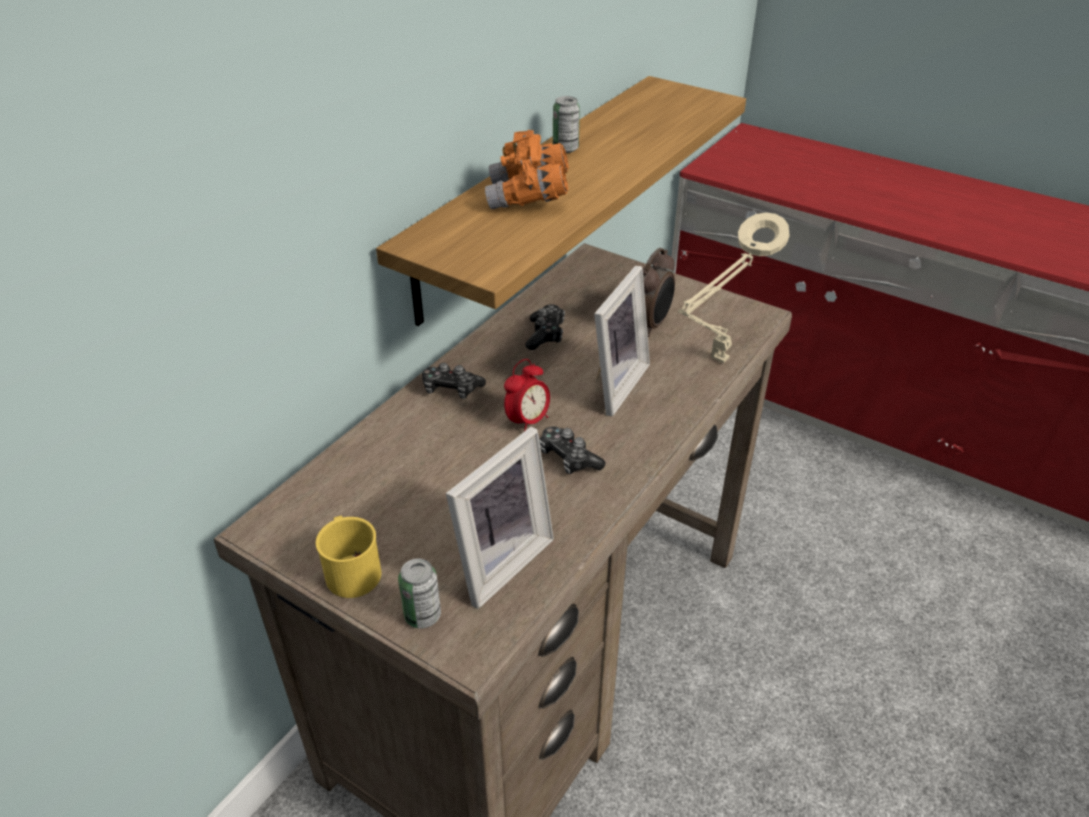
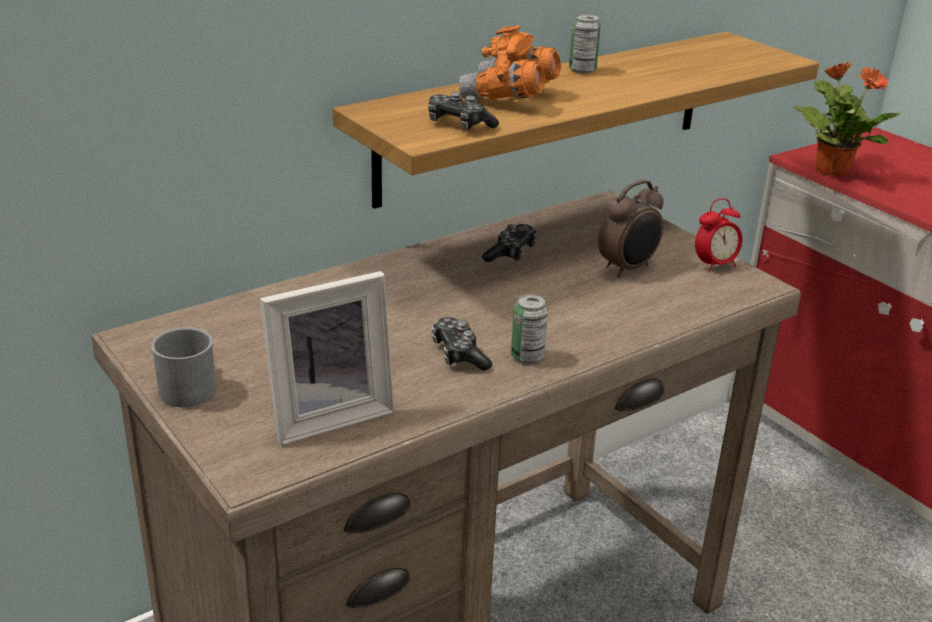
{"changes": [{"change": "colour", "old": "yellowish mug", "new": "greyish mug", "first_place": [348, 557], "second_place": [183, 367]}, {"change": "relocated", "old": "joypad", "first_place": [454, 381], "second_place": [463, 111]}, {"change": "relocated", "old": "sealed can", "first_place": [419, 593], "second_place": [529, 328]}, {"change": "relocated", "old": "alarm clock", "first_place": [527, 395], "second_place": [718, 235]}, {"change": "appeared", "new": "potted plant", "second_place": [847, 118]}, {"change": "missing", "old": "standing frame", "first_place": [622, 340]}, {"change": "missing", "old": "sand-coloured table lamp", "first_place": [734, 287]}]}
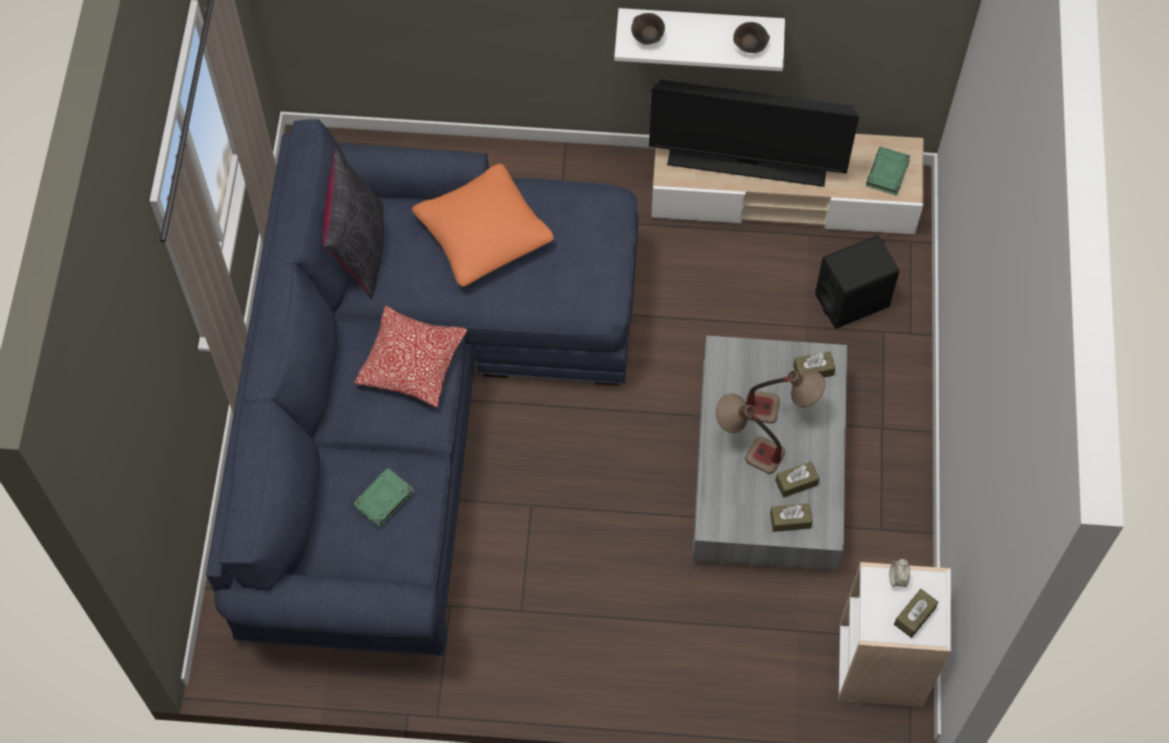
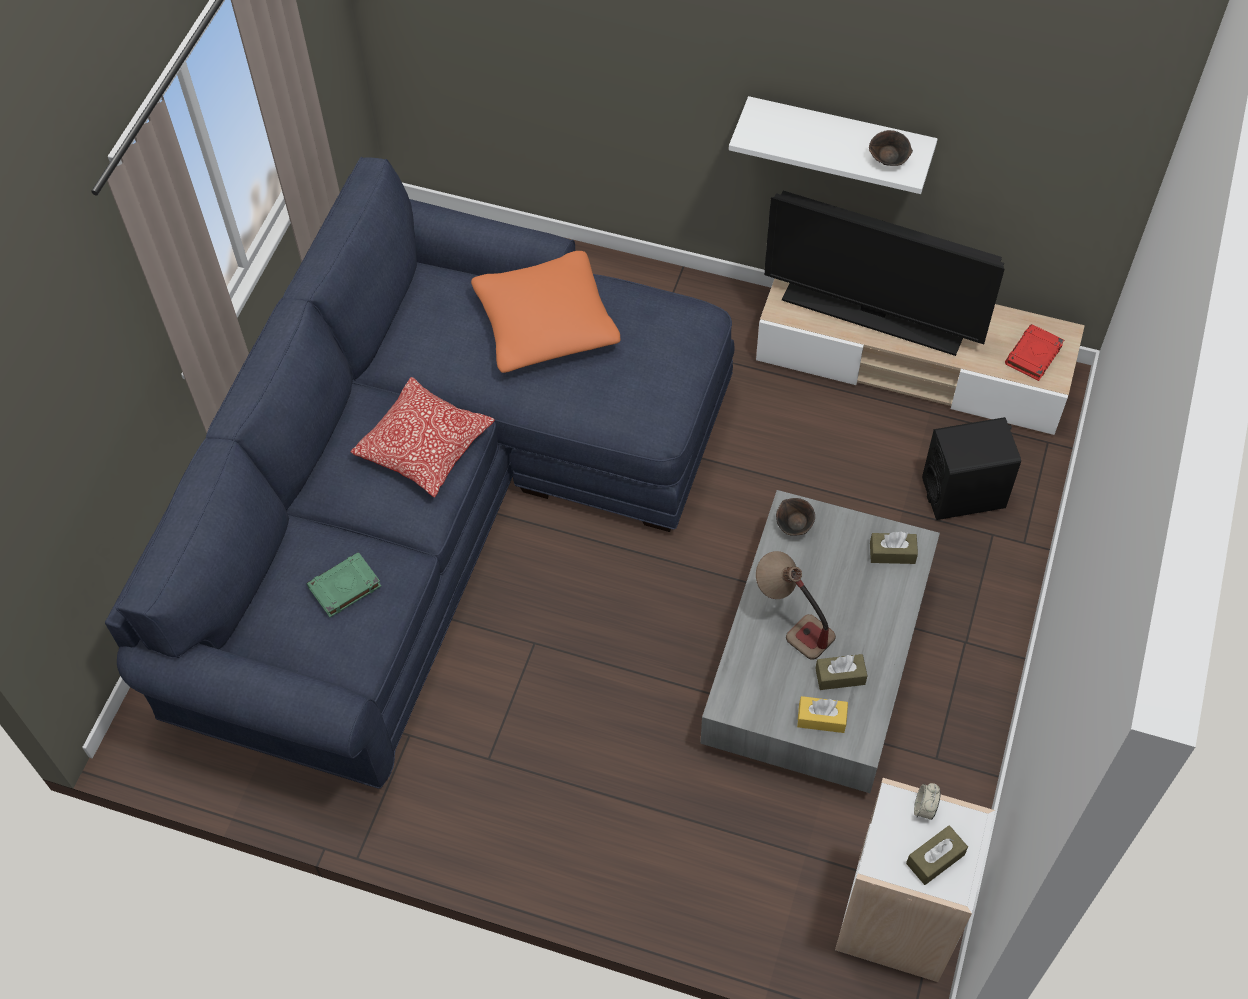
{"changes": [{"change": "relocated", "old": "brownish deep dish", "first_place": [648, 29], "second_place": [795, 517]}, {"change": "colour", "old": "brownish tissue box", "new": "yellowish tissue box", "first_place": [791, 517], "second_place": [822, 714]}, {"change": "colour", "old": "green bound book", "new": "red bound book", "first_place": [888, 171], "second_place": [1034, 352]}, {"change": "missing", "old": "black throw pillow", "first_place": [353, 223]}, {"change": "missing", "old": "table lamp", "first_place": [785, 397]}]}
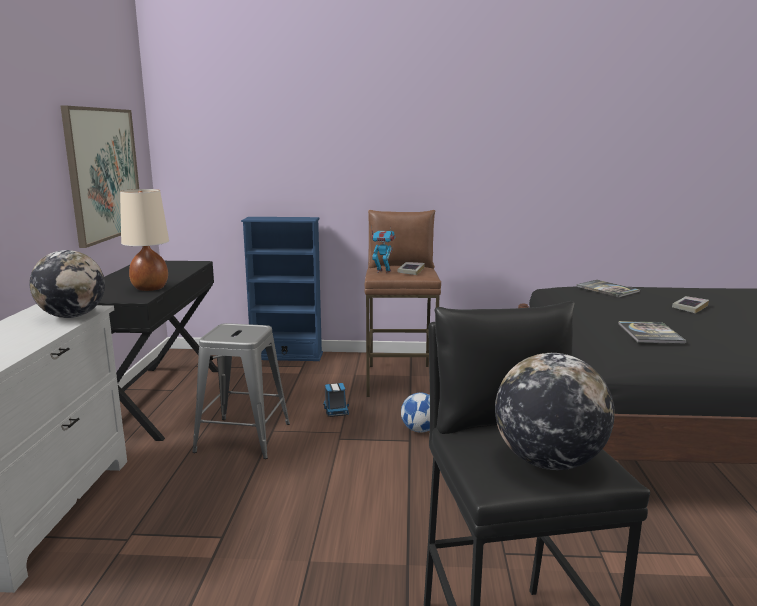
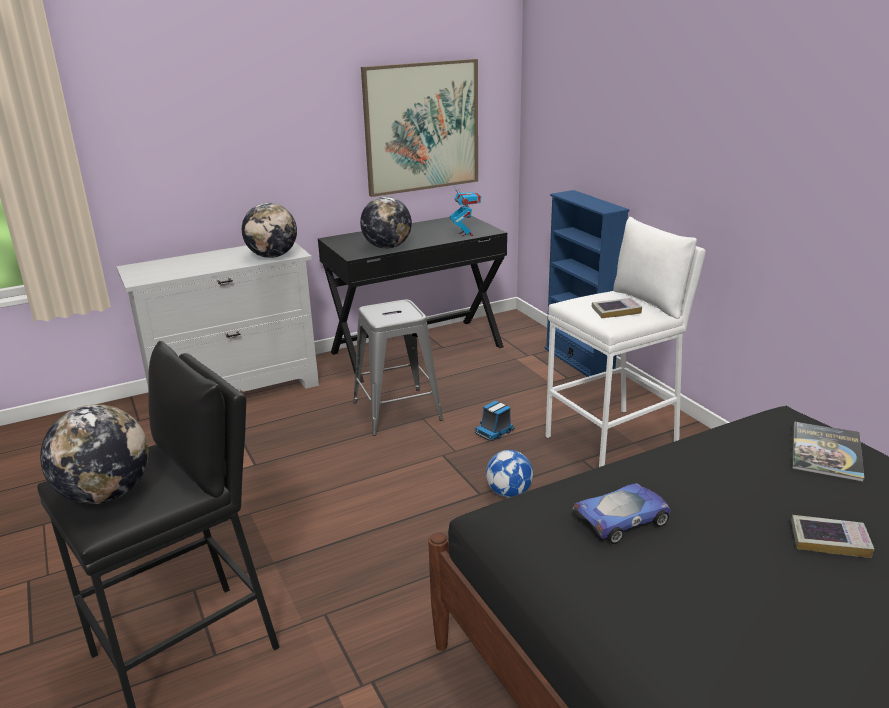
{"changes": [{"change": "exchanged", "old": "sand-coloured table lamp", "new": "globe", "first_place": [144, 240], "second_place": [386, 222]}, {"change": "relocated", "old": "toy robot", "first_place": [383, 249], "second_place": [466, 210]}, {"change": "colour", "old": "brownish stool", "new": "whitish stool", "first_place": [403, 303], "second_place": [625, 342]}, {"change": "exchanged", "old": "bound book", "new": "model car", "first_place": [652, 332], "second_place": [621, 513]}]}
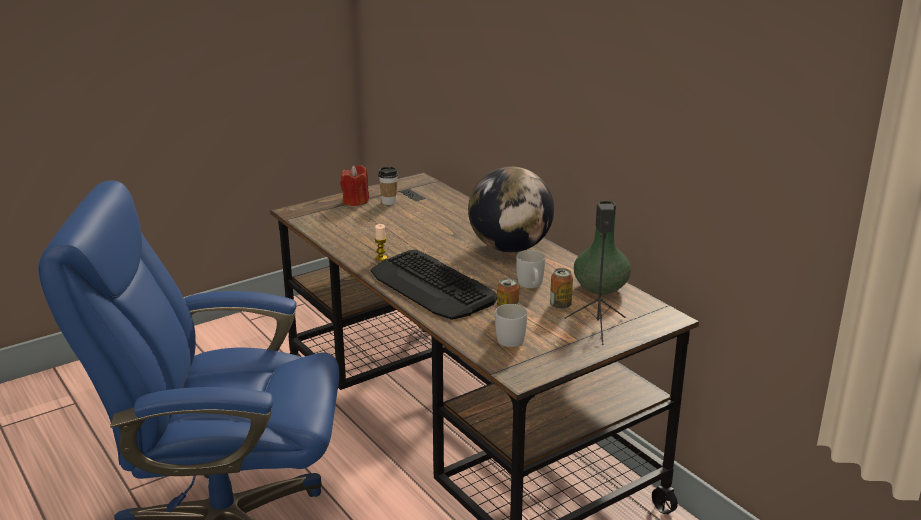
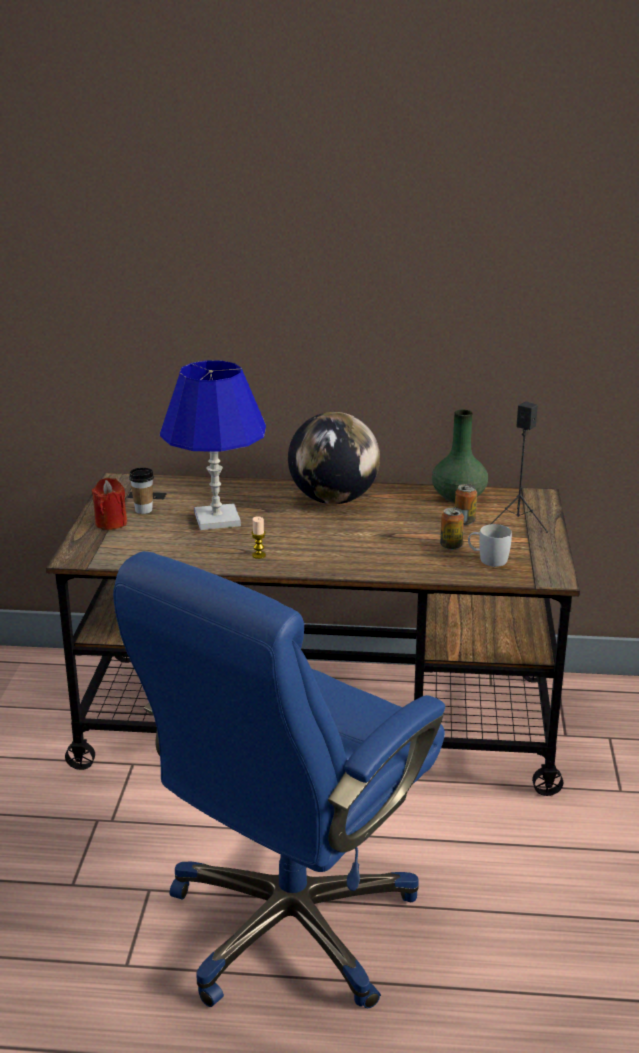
{"changes": [{"change": "appeared", "new": "blue table lamp", "second_place": [213, 445]}, {"change": "missing", "old": "PC keyboard", "first_place": [433, 285]}, {"change": "missing", "old": "whitish mug", "first_place": [530, 269]}]}
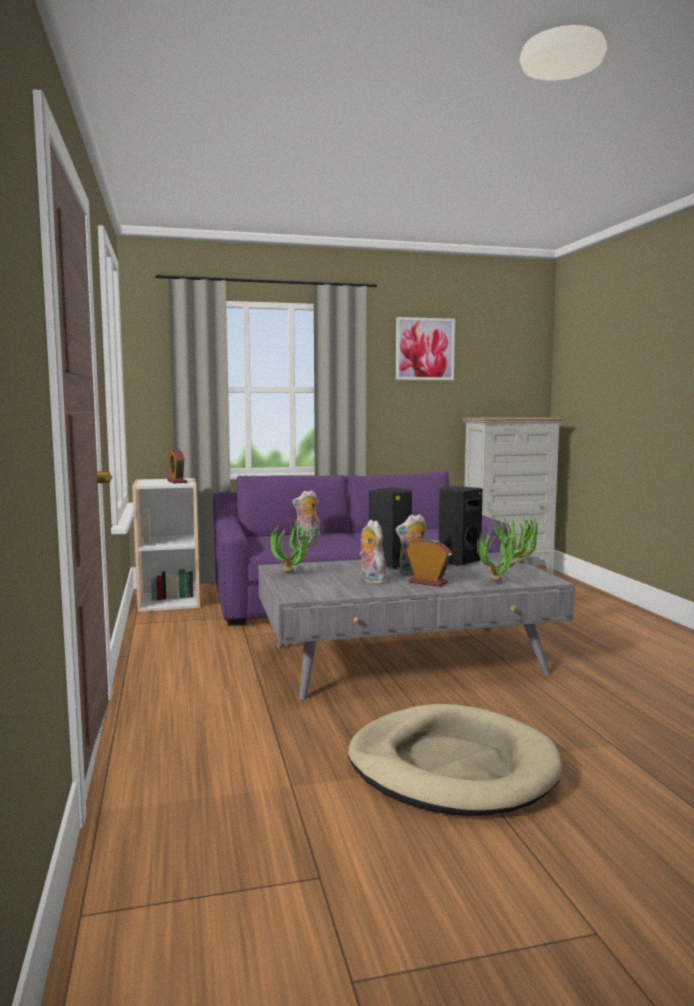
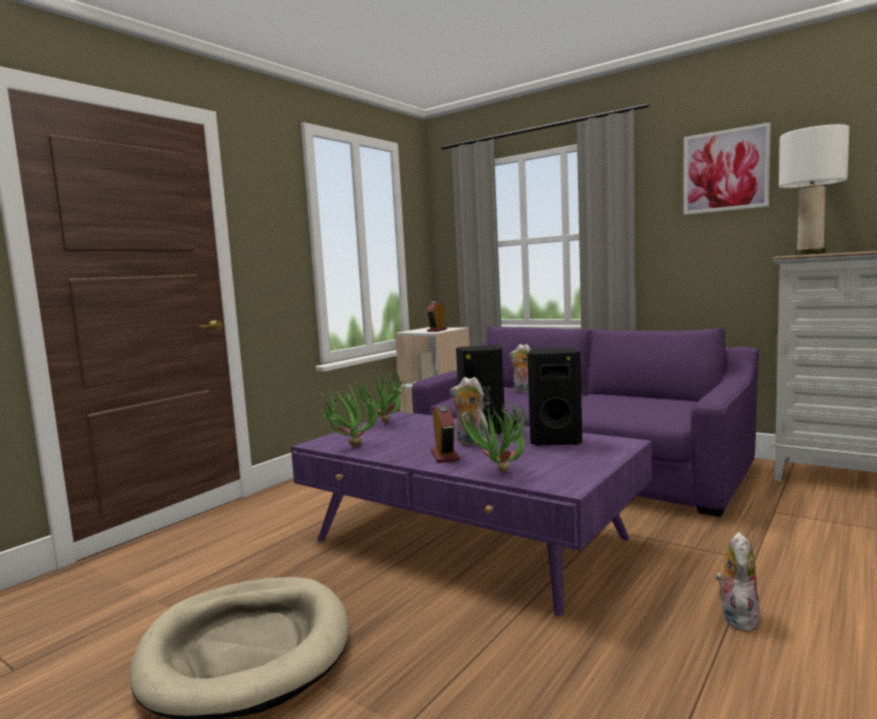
{"changes": [{"change": "colour", "old": "greyish coffee table", "new": "purple coffee table", "first_place": [416, 626], "second_place": [471, 514]}, {"change": "relocated", "old": "potted plant", "first_place": [515, 538], "second_place": [349, 414]}, {"change": "relocated", "old": "plush toy", "first_place": [374, 552], "second_place": [738, 582]}, {"change": "appeared", "new": "whitish table lamp", "second_place": [814, 189]}]}
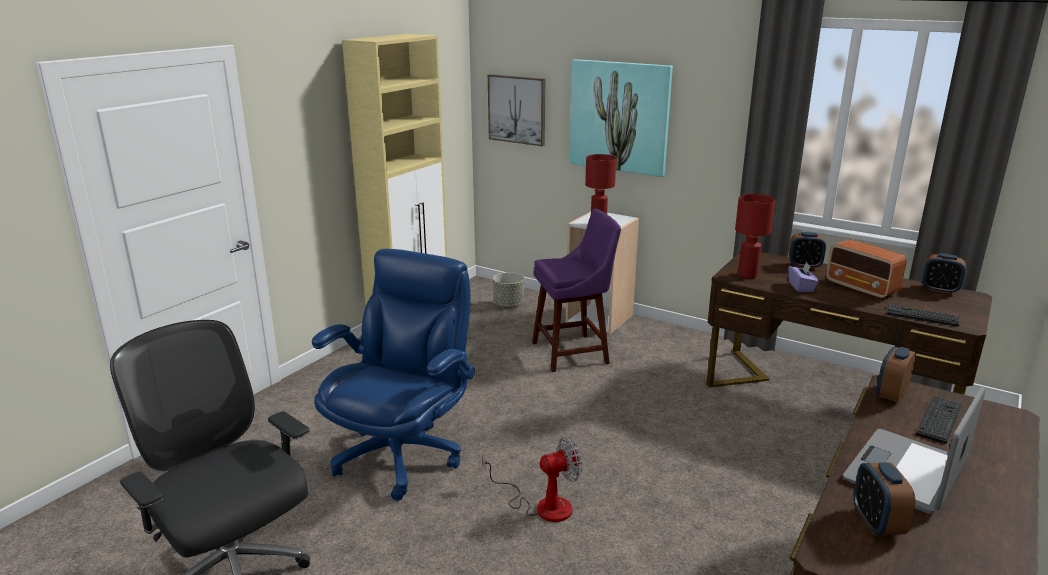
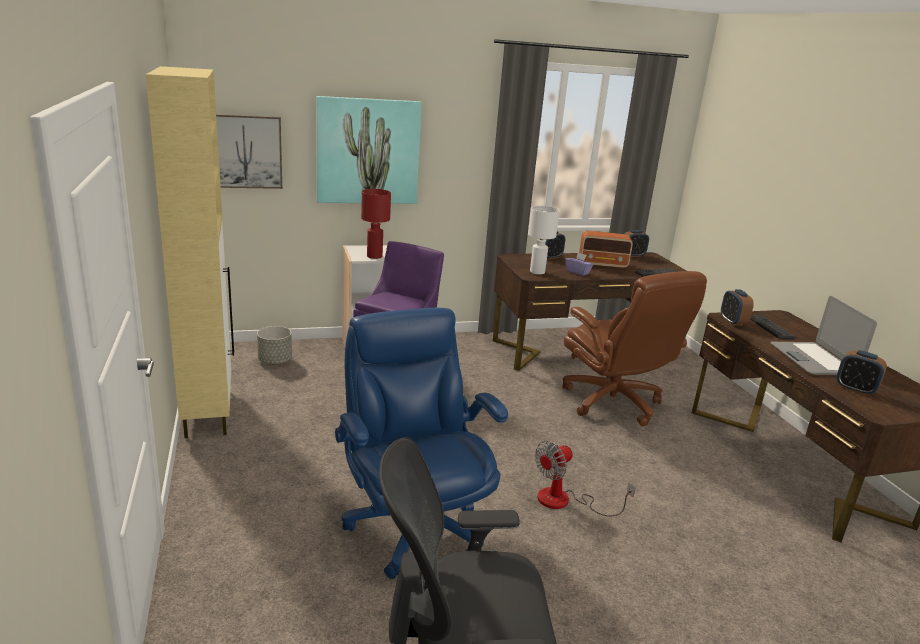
{"changes": [{"change": "colour", "old": "red table lamp", "new": "whitish table lamp", "first_place": [755, 236], "second_place": [544, 240]}, {"change": "spun", "old": "fan", "first_place": [532, 479], "second_place": [585, 478], "degrees": -150}, {"change": "appeared", "new": "brownish office chair", "second_place": [635, 348]}]}
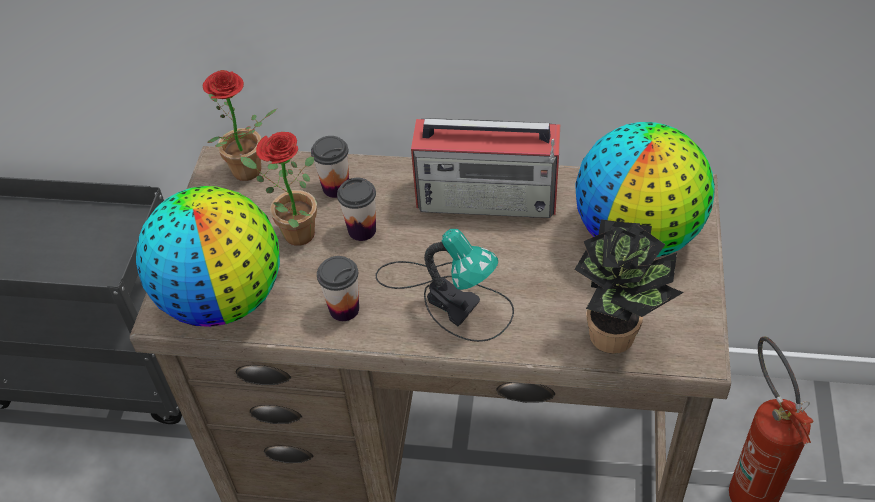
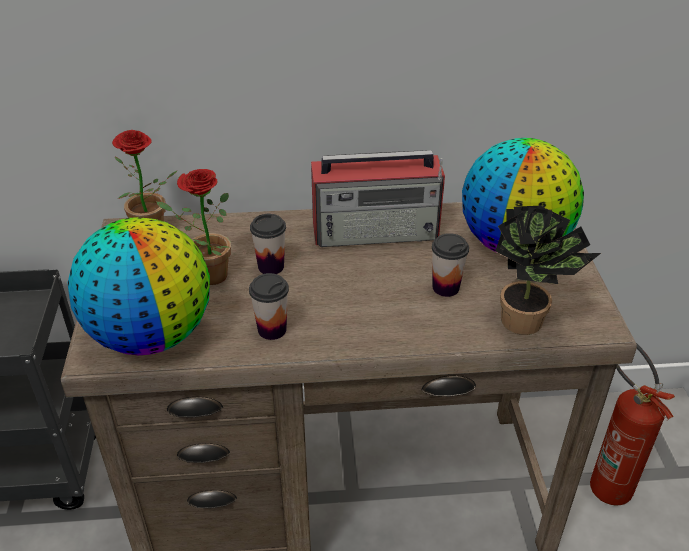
{"changes": [{"change": "relocated", "old": "cup", "first_place": [330, 167], "second_place": [450, 265]}, {"change": "missing", "old": "table lamp", "first_place": [445, 285]}]}
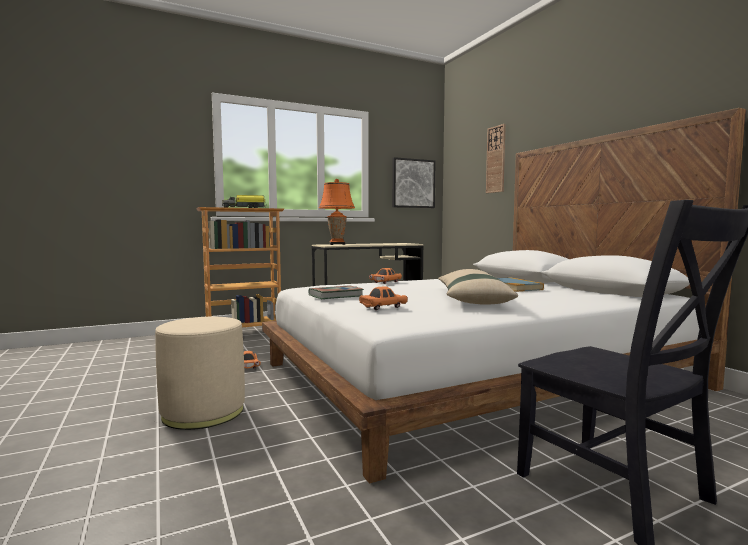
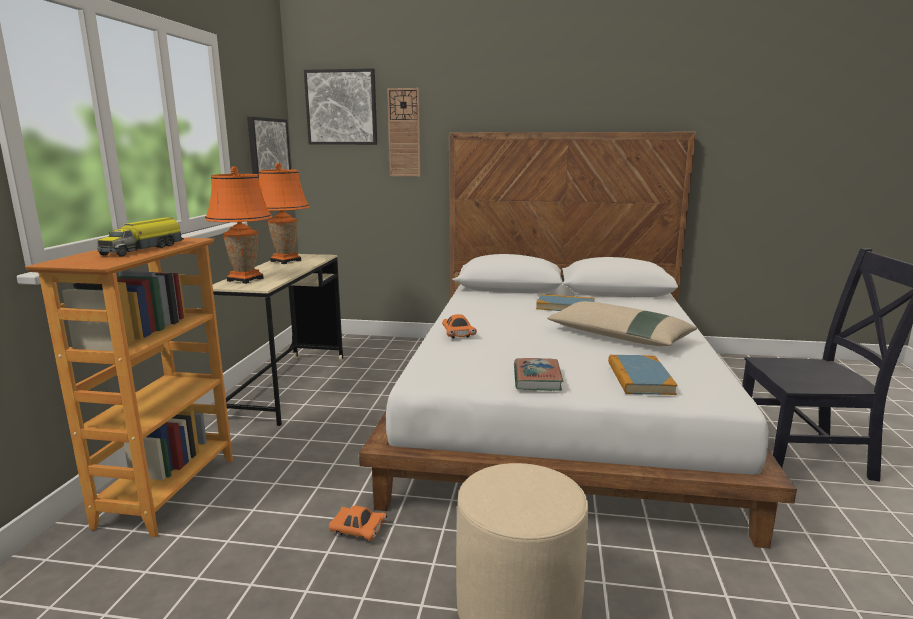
{"changes": [{"change": "appeared", "new": "orangey table lamp", "second_place": [284, 213]}, {"change": "appeared", "new": "wall art", "second_place": [340, 106]}, {"change": "exchanged", "old": "orangey model car", "new": "bound book", "first_place": [383, 298], "second_place": [643, 375]}]}
